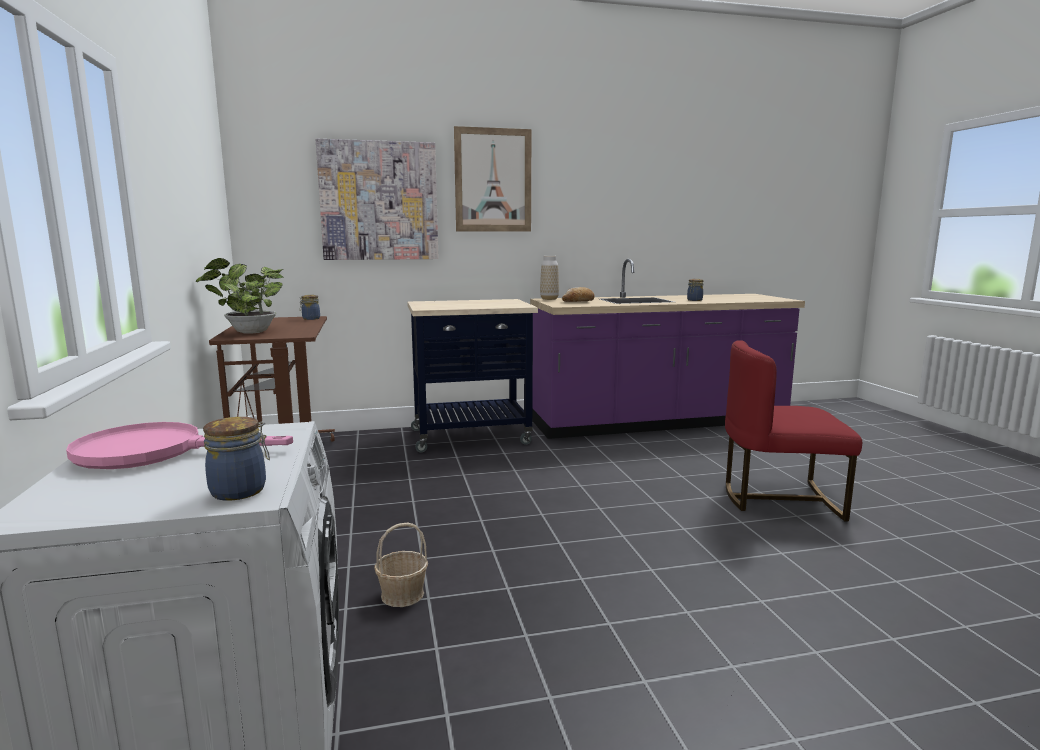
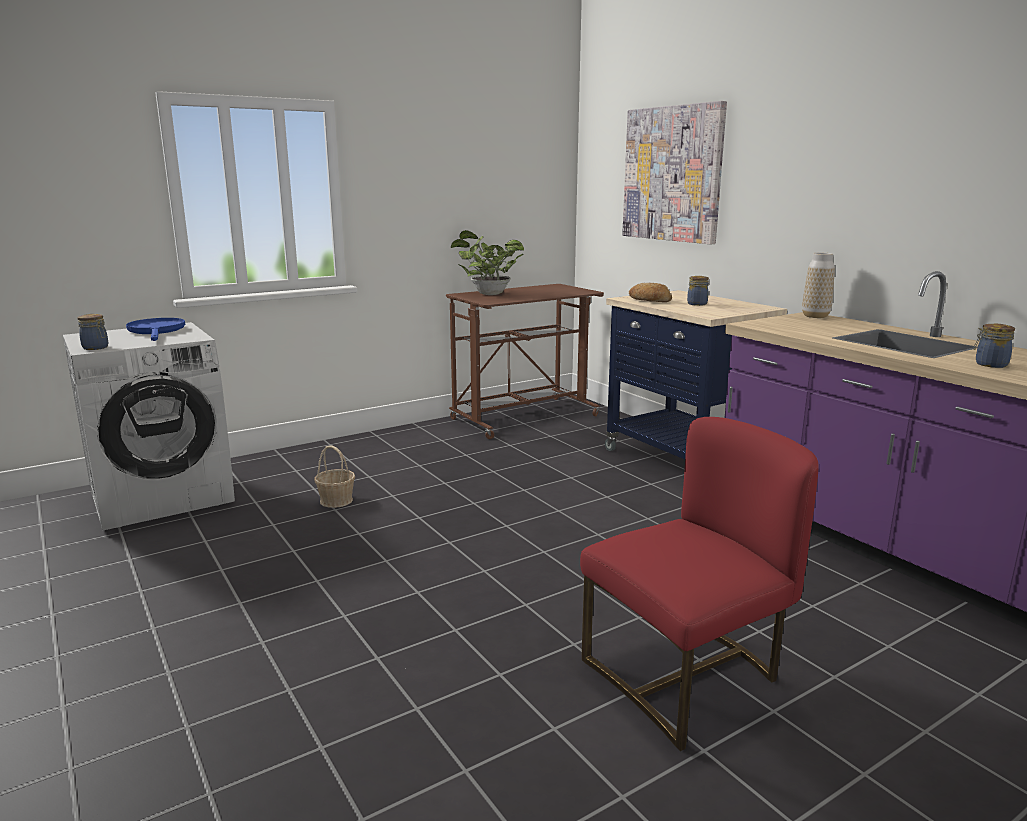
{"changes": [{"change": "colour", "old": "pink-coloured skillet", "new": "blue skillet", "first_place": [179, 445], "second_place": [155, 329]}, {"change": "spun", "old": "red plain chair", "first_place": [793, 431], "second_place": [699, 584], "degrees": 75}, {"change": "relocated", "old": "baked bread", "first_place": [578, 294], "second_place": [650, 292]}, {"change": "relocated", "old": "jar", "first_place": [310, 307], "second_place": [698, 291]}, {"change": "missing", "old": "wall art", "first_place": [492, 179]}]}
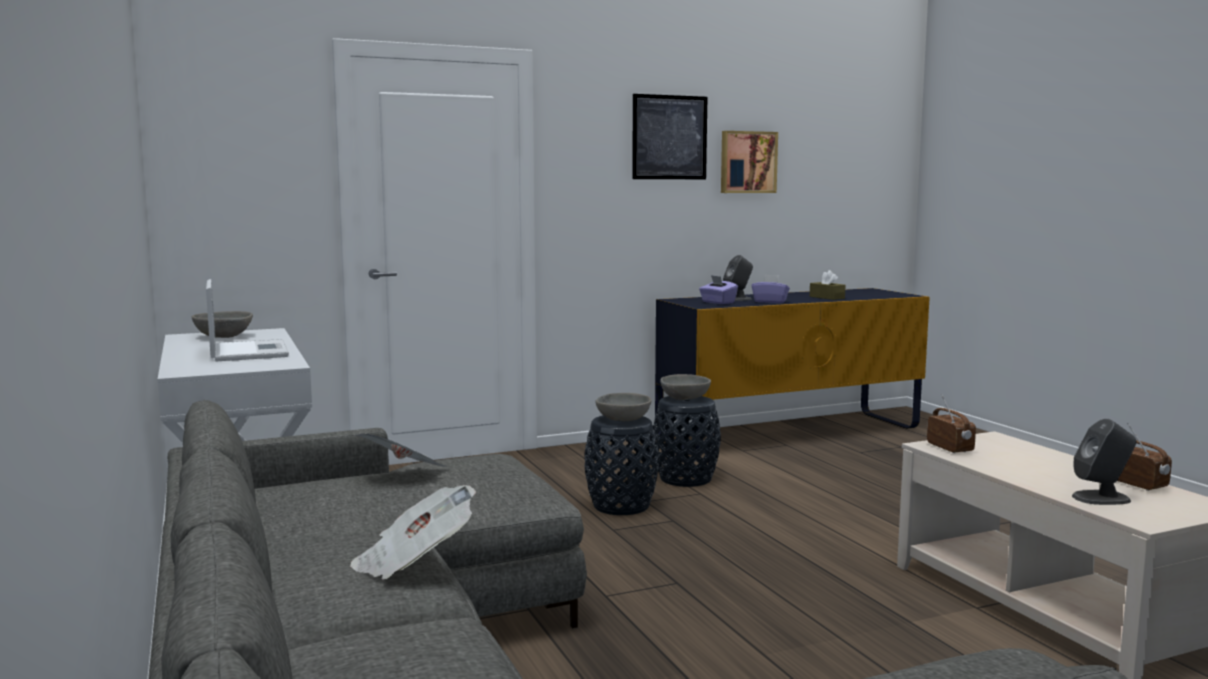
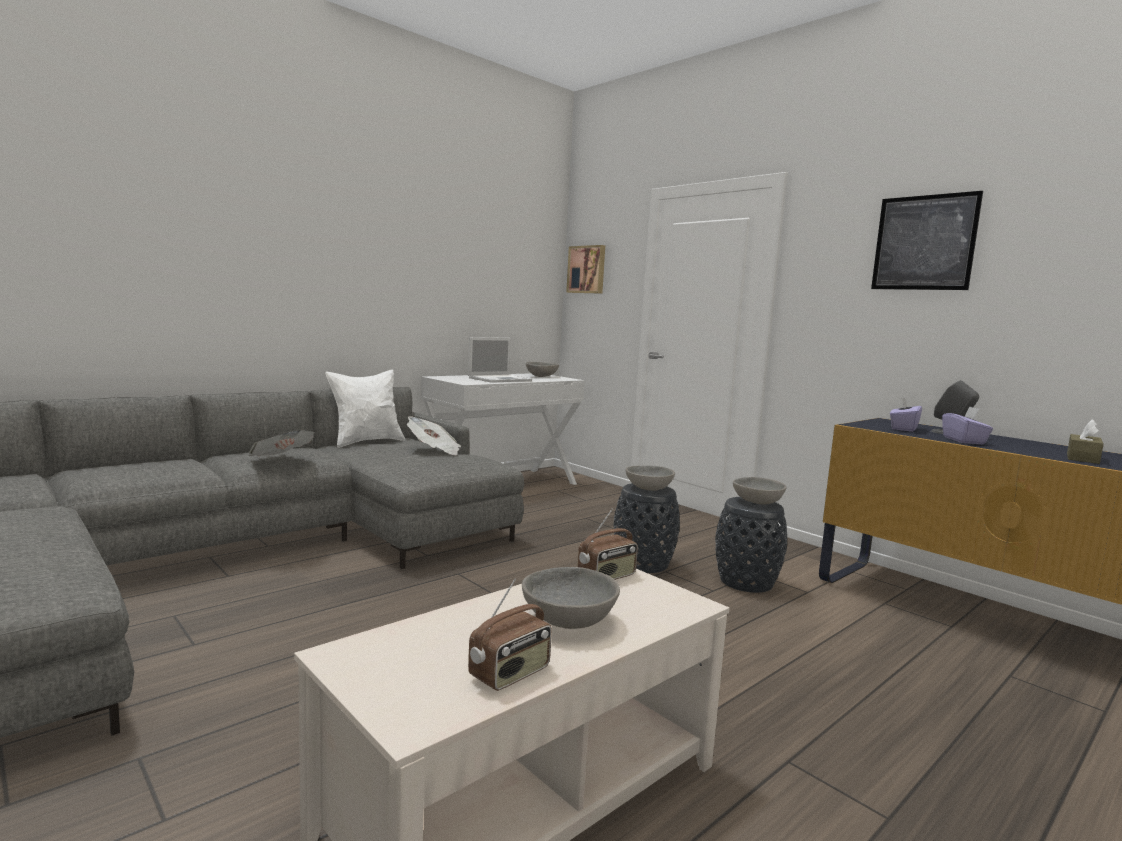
{"changes": [{"change": "appeared", "new": "whitish throw pillow", "second_place": [365, 408]}, {"change": "appeared", "new": "greyish deep dish", "second_place": [571, 598]}, {"change": "relocated", "old": "wall art", "first_place": [749, 162], "second_place": [585, 269]}, {"change": "missing", "old": "greyish loudspeaker", "first_place": [1104, 462]}]}
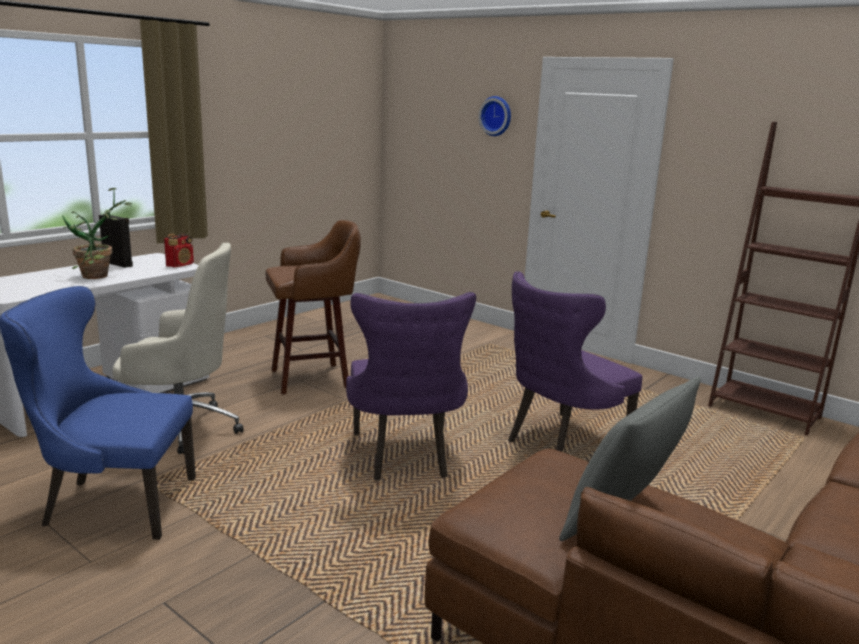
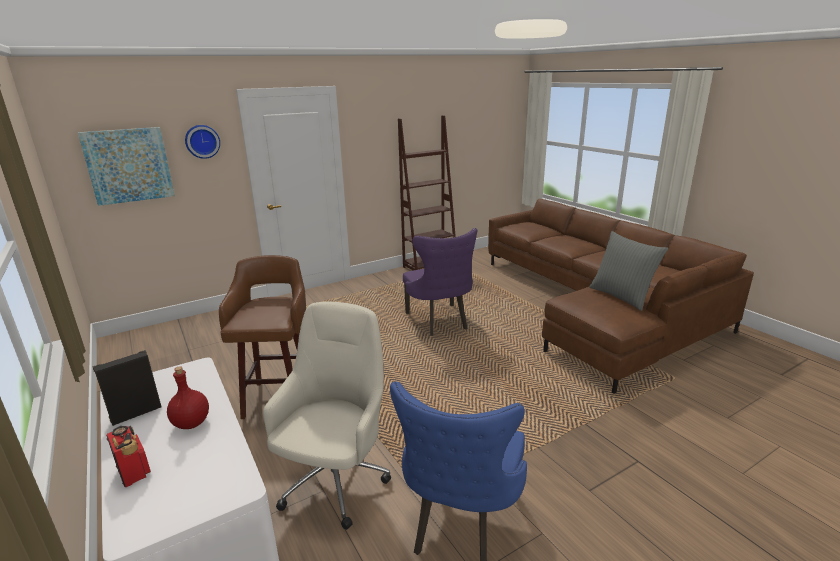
{"changes": [{"change": "appeared", "new": "wall art", "second_place": [126, 166]}, {"change": "relocated", "old": "radio set", "first_place": [179, 250], "second_place": [128, 456]}, {"change": "exchanged", "old": "potted plant", "new": "red beverage bottle", "first_place": [97, 233], "second_place": [188, 397]}, {"change": "missing", "old": "purple plain chair", "first_place": [411, 386]}]}
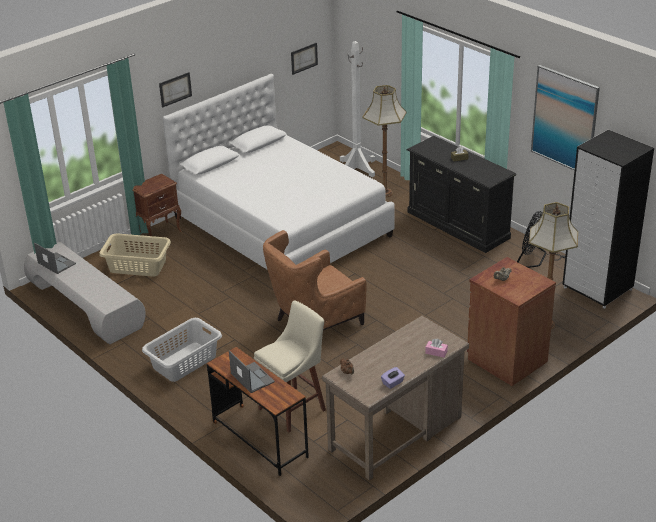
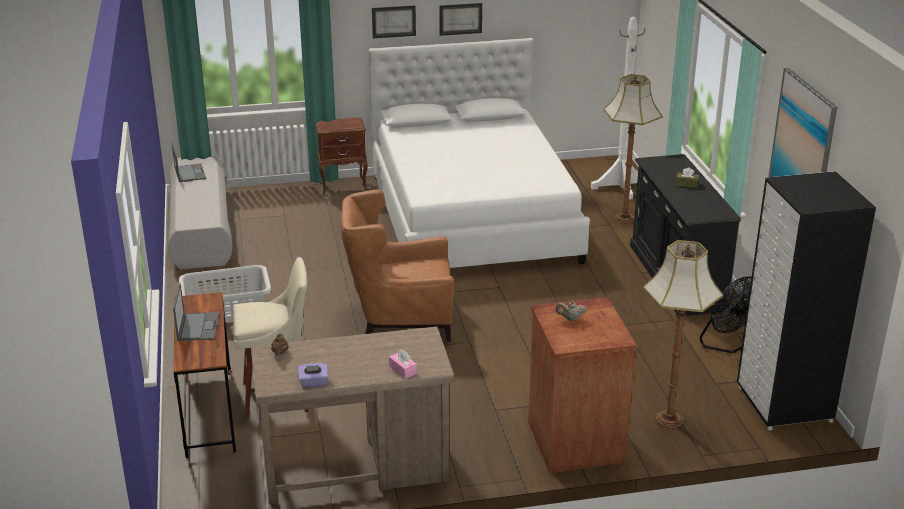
{"changes": [{"change": "relocated", "old": "wall art", "first_place": [304, 59], "second_place": [460, 19]}, {"change": "missing", "old": "sand-coloured hamper", "first_place": [135, 255]}]}
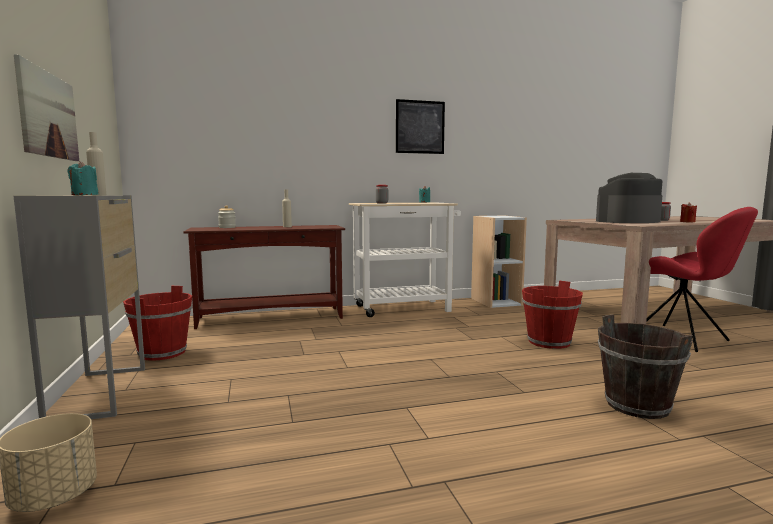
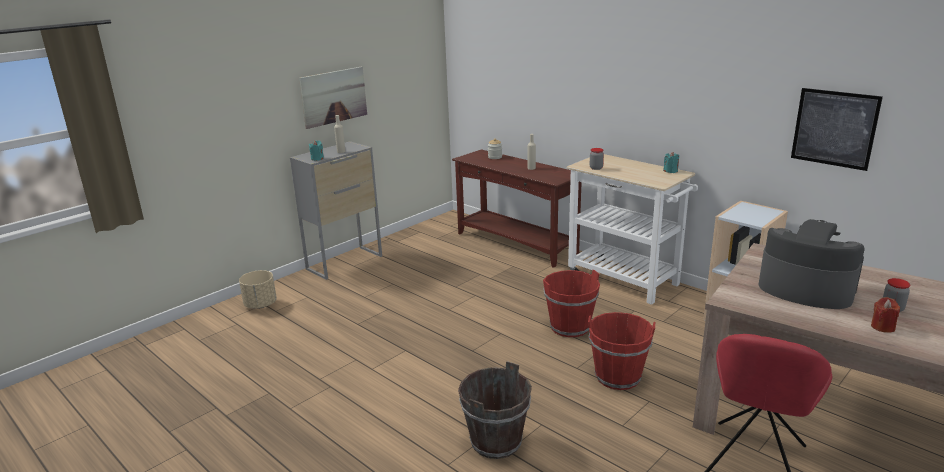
{"changes": [{"change": "relocated", "old": "red pail", "first_place": [157, 323], "second_place": [571, 303]}, {"change": "relocated", "old": "wall art", "first_place": [420, 126], "second_place": [837, 129]}]}
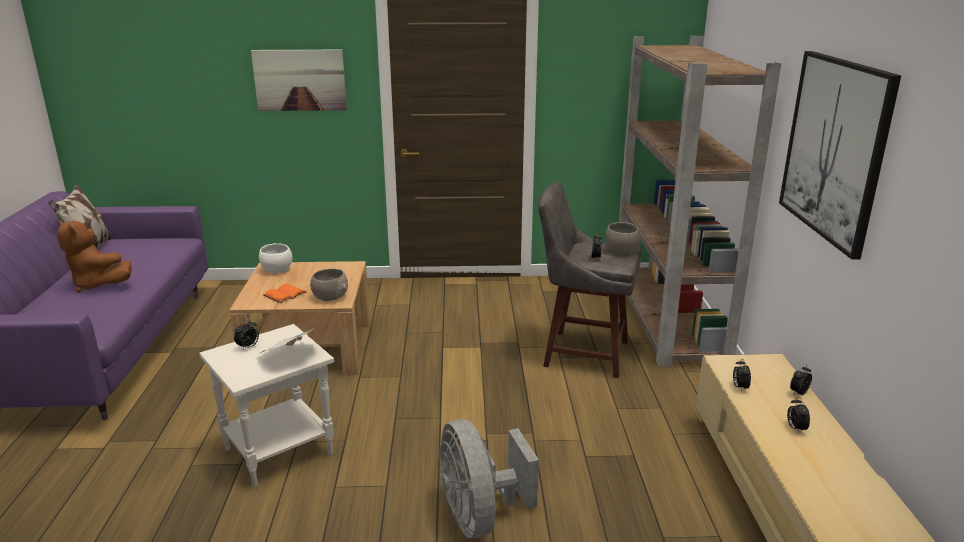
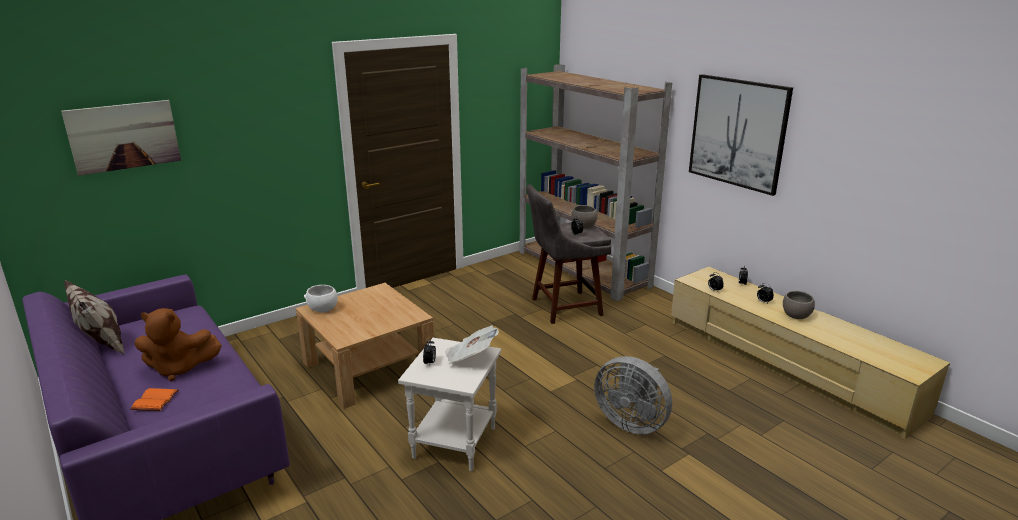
{"changes": [{"change": "relocated", "old": "wall art", "first_place": [299, 80], "second_place": [121, 138]}, {"change": "relocated", "old": "orangey bound book", "first_place": [284, 293], "second_place": [154, 399]}, {"change": "relocated", "old": "greyish deep dish", "first_place": [329, 285], "second_place": [799, 305]}]}
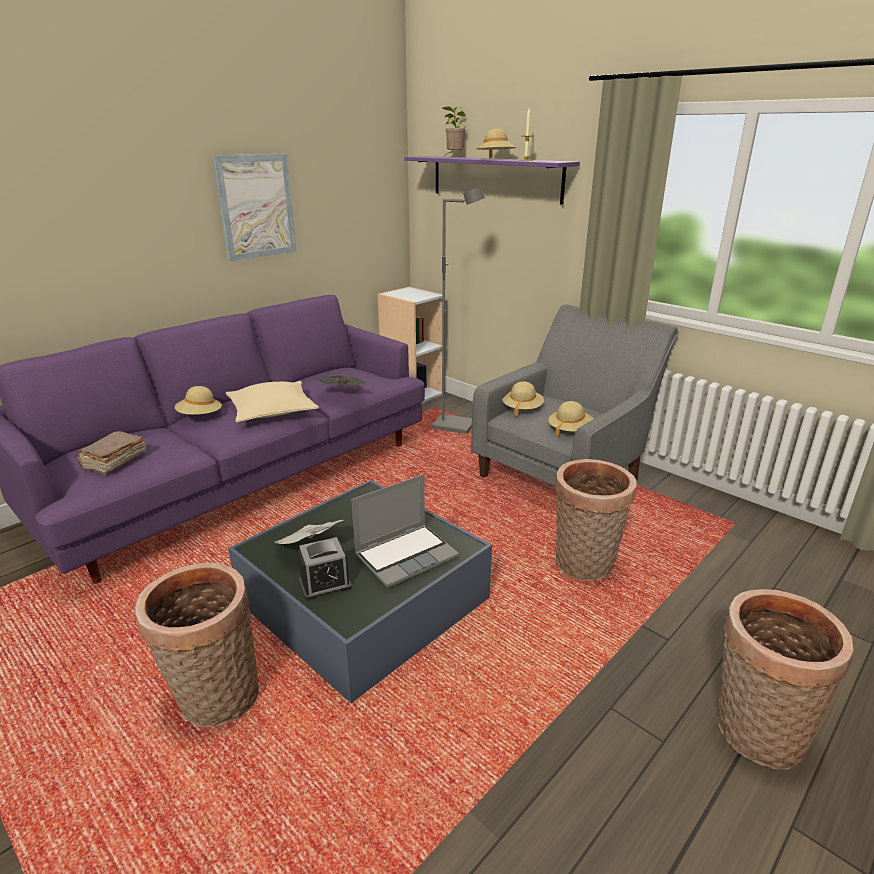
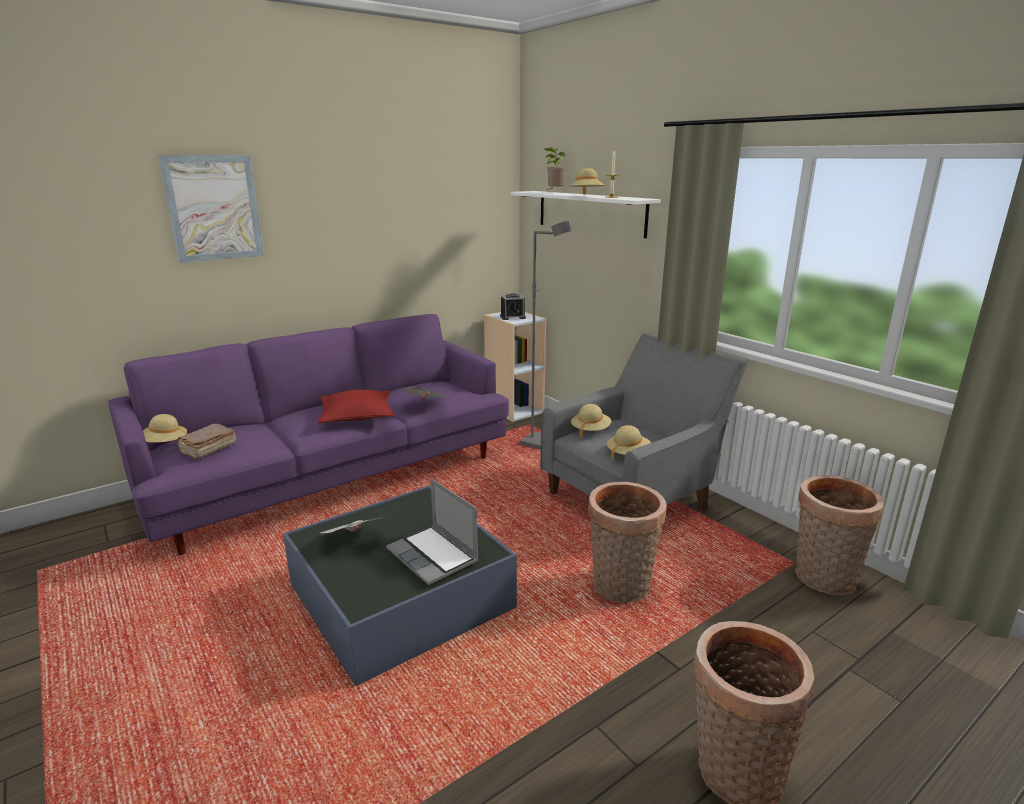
{"changes": [{"change": "relocated", "old": "sand-coloured clothing hat", "first_place": [198, 400], "second_place": [165, 428]}, {"change": "relocated", "old": "wall art", "first_place": [254, 207], "second_place": [211, 209]}, {"change": "colour", "old": "sand-coloured throw pillow", "new": "red throw pillow", "first_place": [272, 401], "second_place": [356, 406]}, {"change": "spun", "old": "notebook computer", "first_place": [405, 531], "second_place": [432, 531], "degrees": 75}, {"change": "relocated", "old": "alarm clock", "first_place": [325, 568], "second_place": [513, 307]}, {"change": "colour", "old": "purple shelf", "new": "whitish shelf", "first_place": [492, 180], "second_place": [586, 214]}, {"change": "relocated", "old": "household basket", "first_place": [197, 645], "second_place": [839, 535]}]}
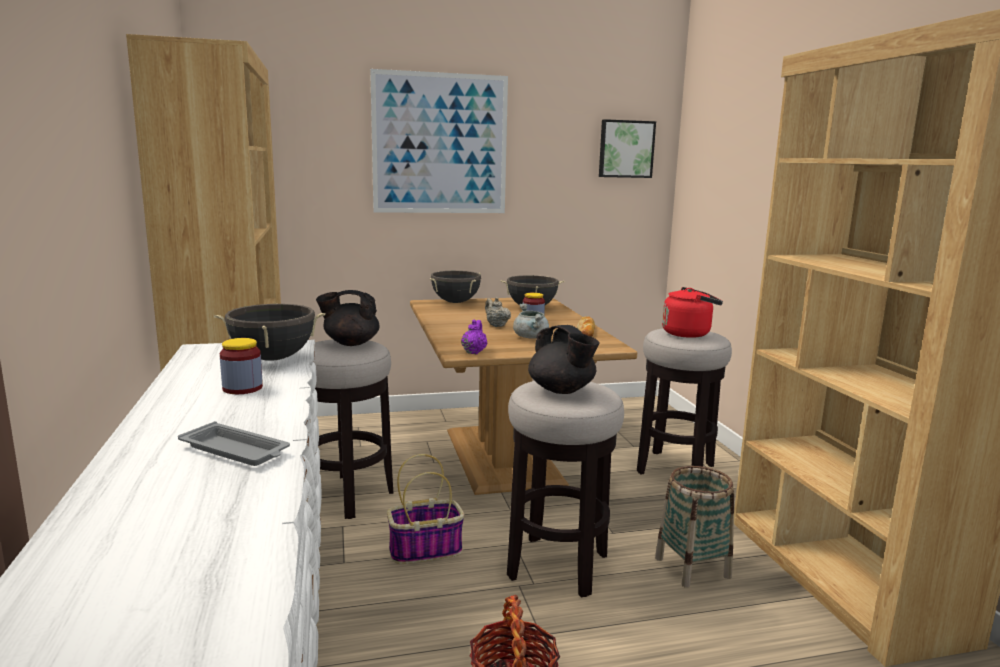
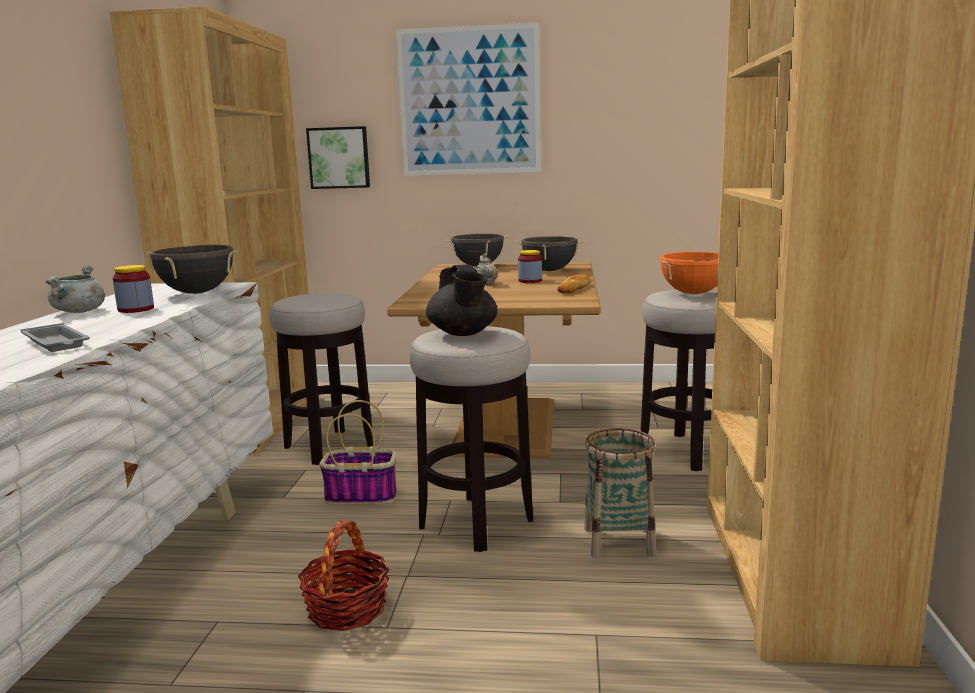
{"changes": [{"change": "relocated", "old": "greyish cooking pot", "first_place": [531, 321], "second_place": [75, 289]}, {"change": "relocated", "old": "wall art", "first_place": [627, 148], "second_place": [338, 157]}, {"change": "exchanged", "old": "red tea kettle", "new": "orangey cooking pot", "first_place": [692, 312], "second_place": [689, 273]}, {"change": "missing", "old": "black tea pot", "first_place": [348, 318]}, {"change": "missing", "old": "purple tea pot", "first_place": [474, 336]}]}
